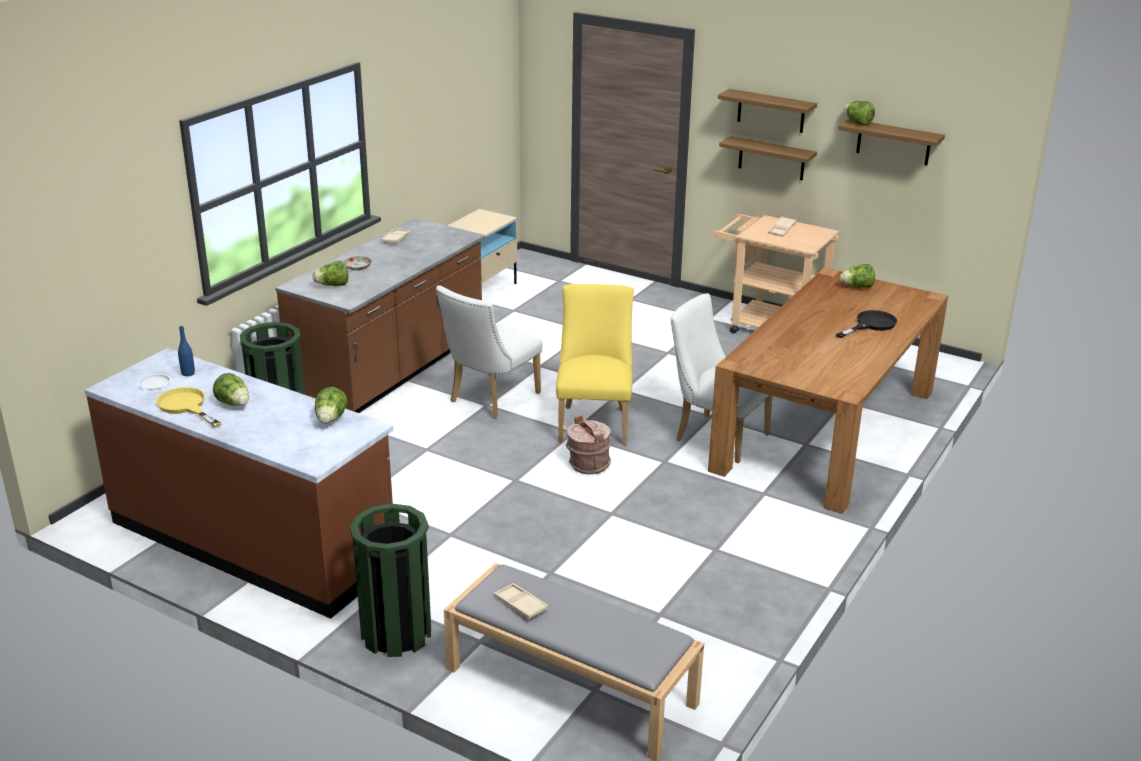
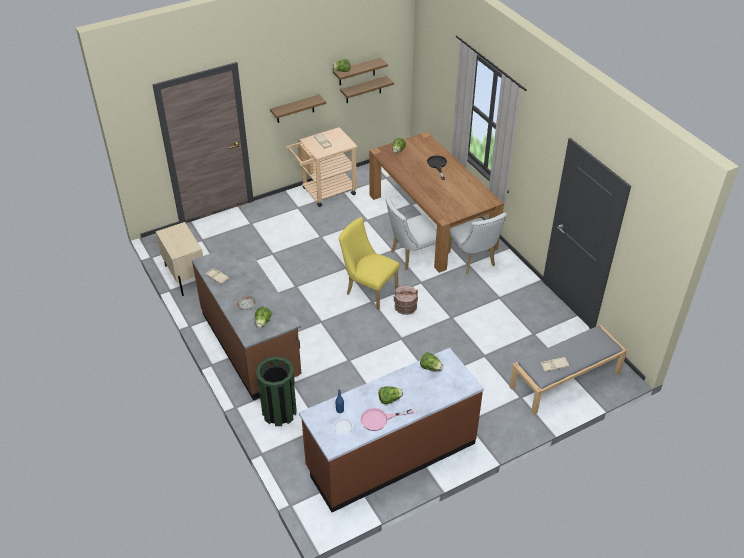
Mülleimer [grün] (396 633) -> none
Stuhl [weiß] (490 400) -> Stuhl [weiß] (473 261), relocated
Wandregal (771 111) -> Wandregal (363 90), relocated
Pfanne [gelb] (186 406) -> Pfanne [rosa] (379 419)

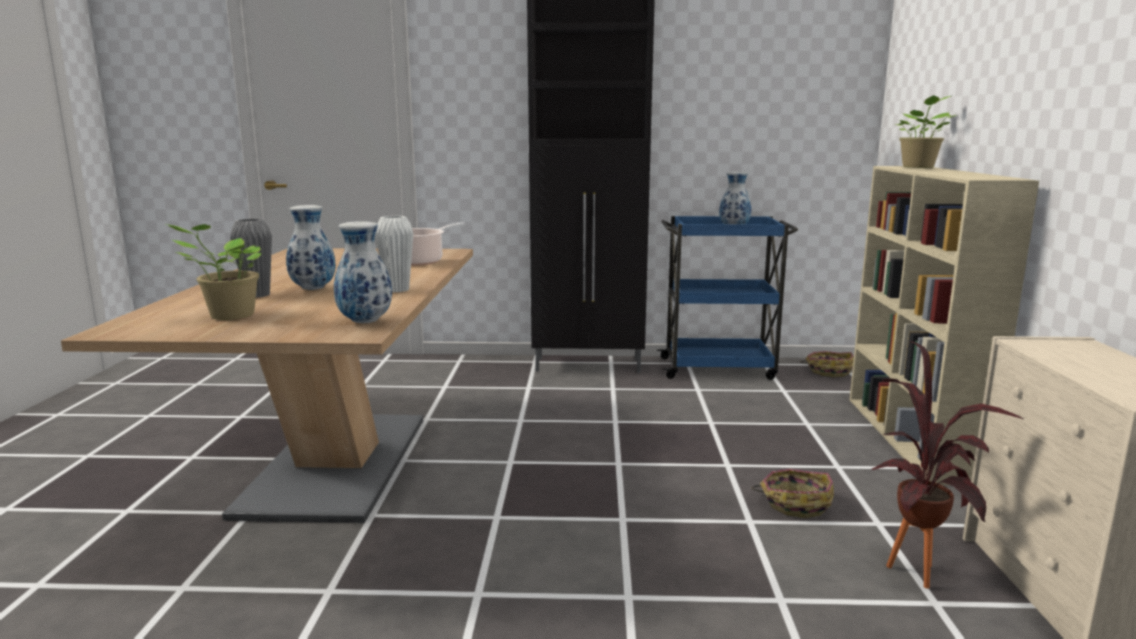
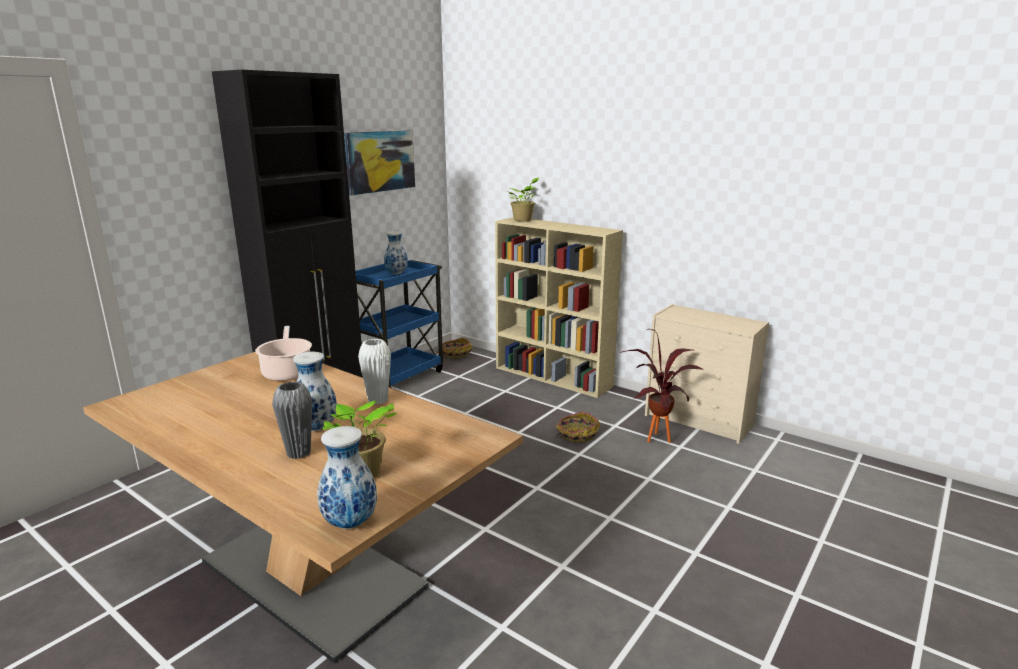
none -> Bild (380 161)
Vase (366 321) -> Vase (350 522), relocated

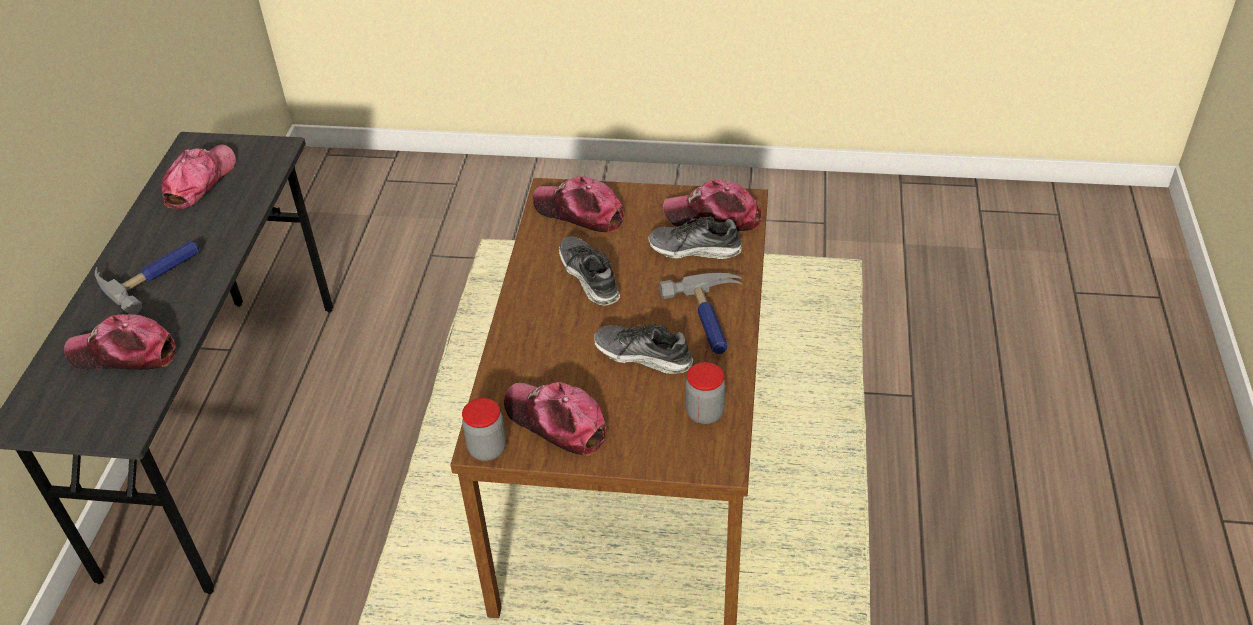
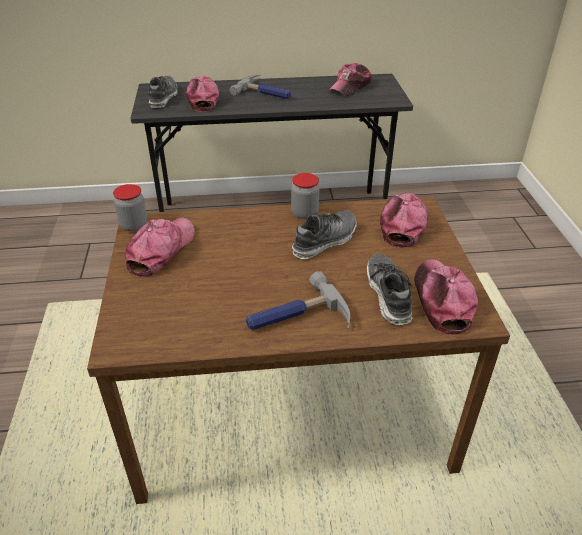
Schuh (643 356) -> Schuh (163 97), relocated
Vorratsglas (704 413) -> Vorratsglas (304 213), relocated
Kappe (200 181) -> Kappe (350 87), 120 degrees clockwise

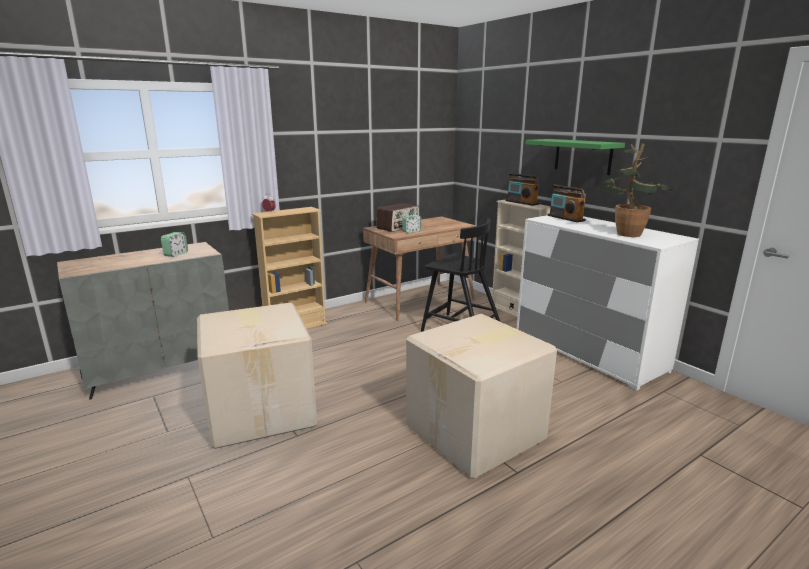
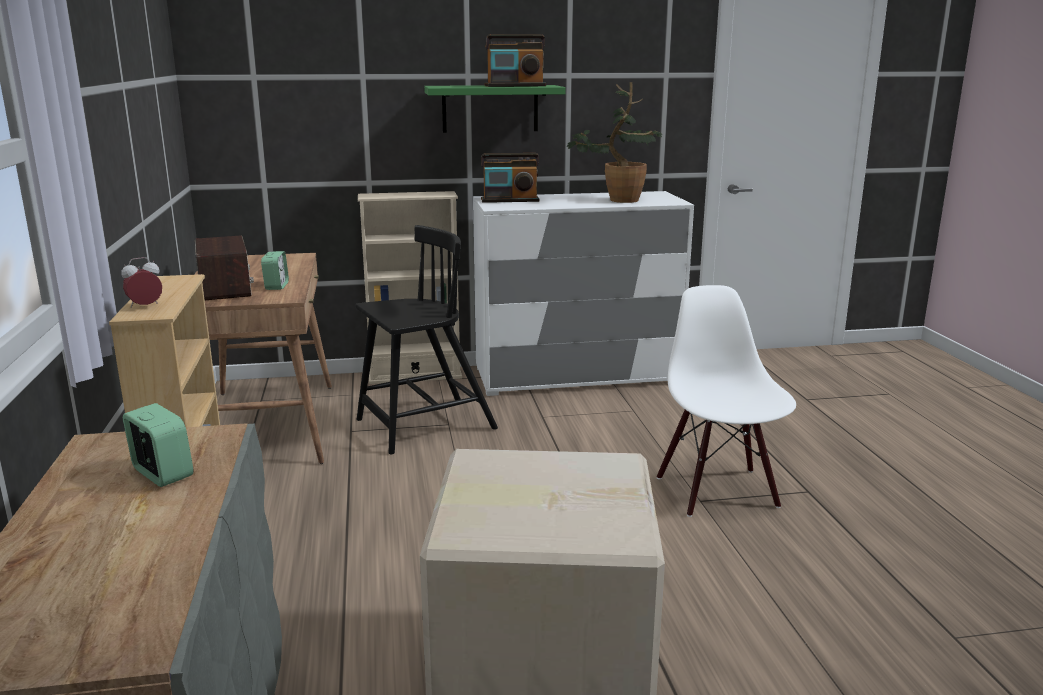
Radio (522 202) -> Radio (515 86), relocated
Karton (477 433) -> Stuhl [weiß] (718 491)

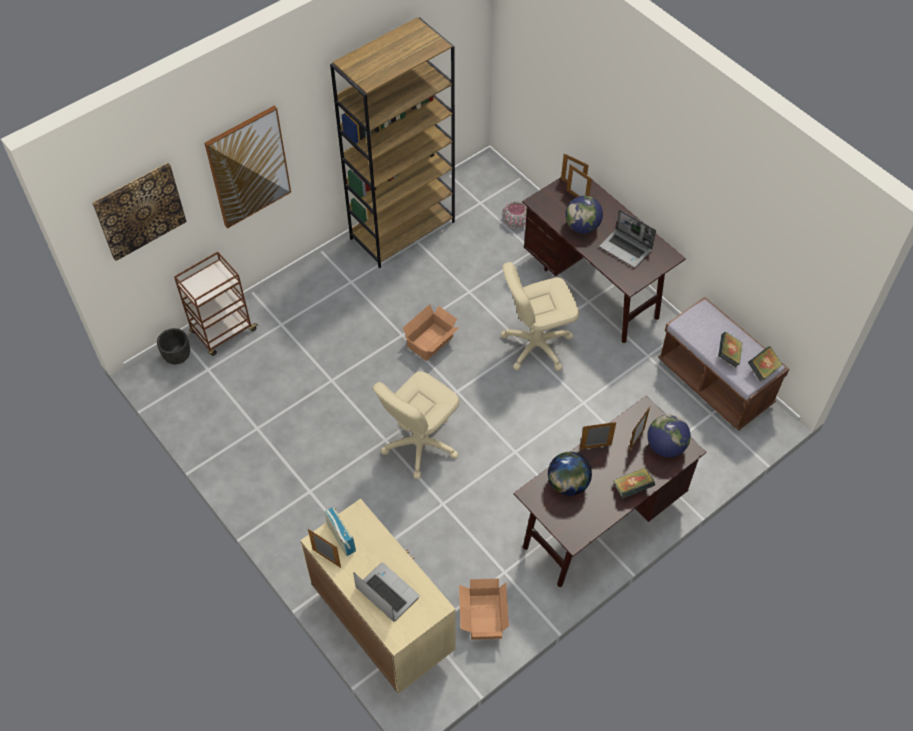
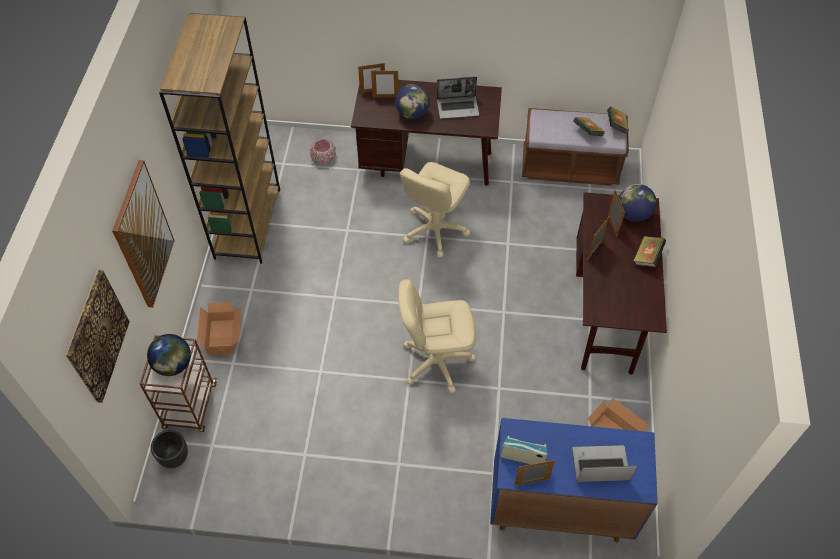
Karton (432 342) -> Karton (224 336), relocated
Globus (567 484) -> Globus (173 365), relocated
Schrank [beige] (382 625) -> Schrank [blau] (558 507)
Bürostuhl [beige] (420 444) -> Bürostuhl [beige] (436 361), 90 degrees clockwise

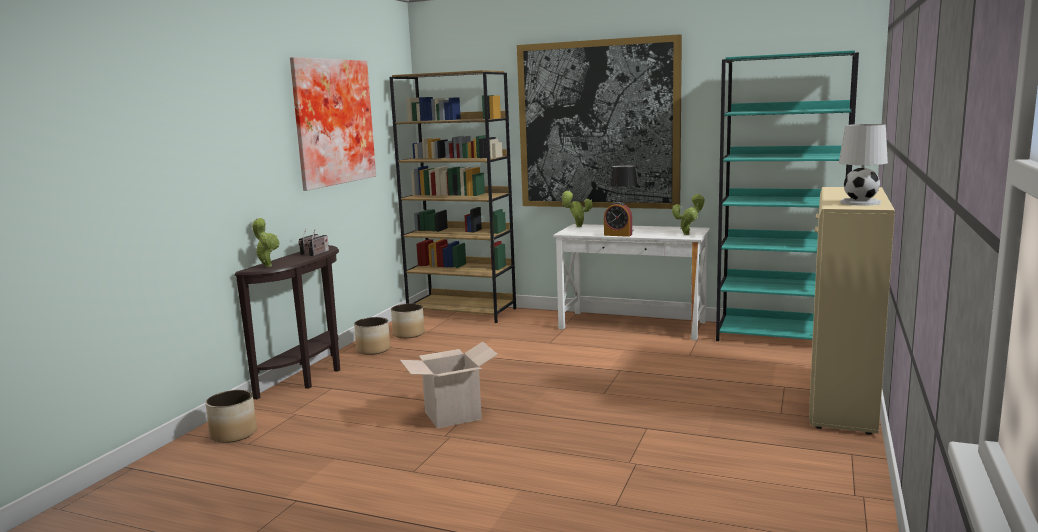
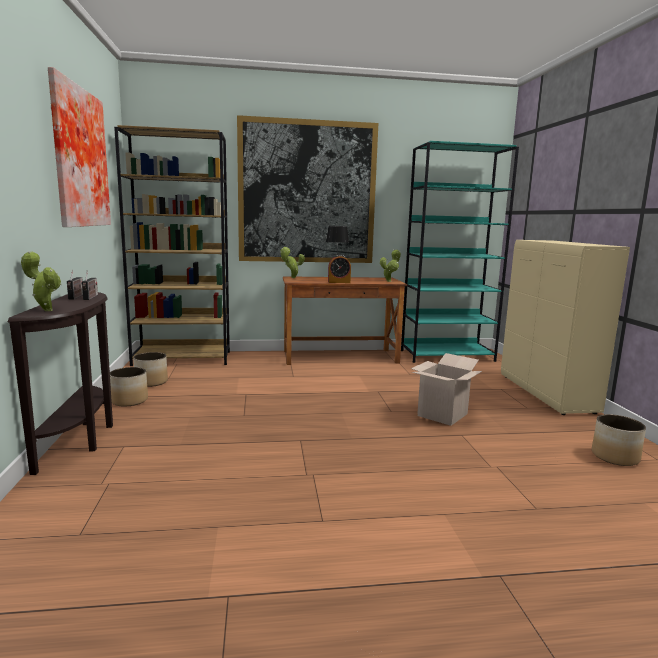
Tischlampe [weiß] (859 202) -> none
Pflanzkübel (234 434) -> Pflanzkübel (614 456), relocated
Karton (452 415) -> Karton (442 415), relocated
Schreibtisch [weiß] (632 325) -> Schreibtisch [braun] (340 357)

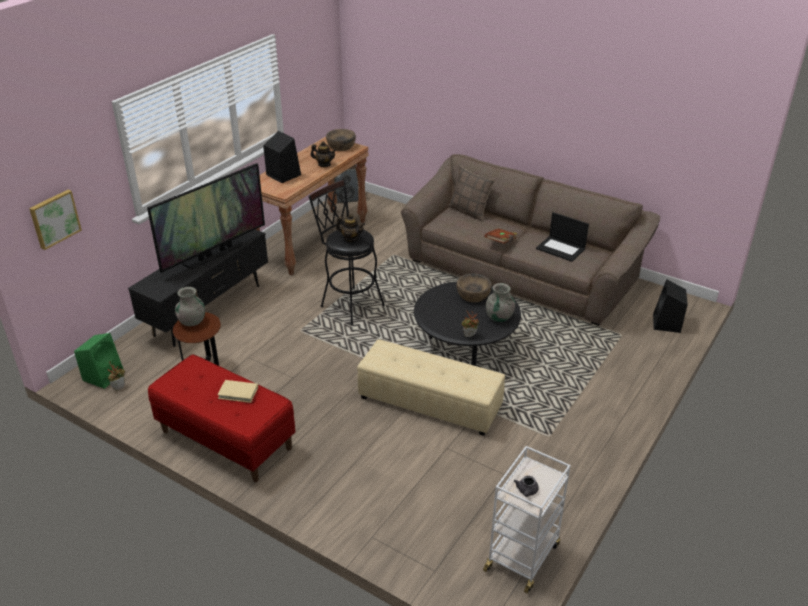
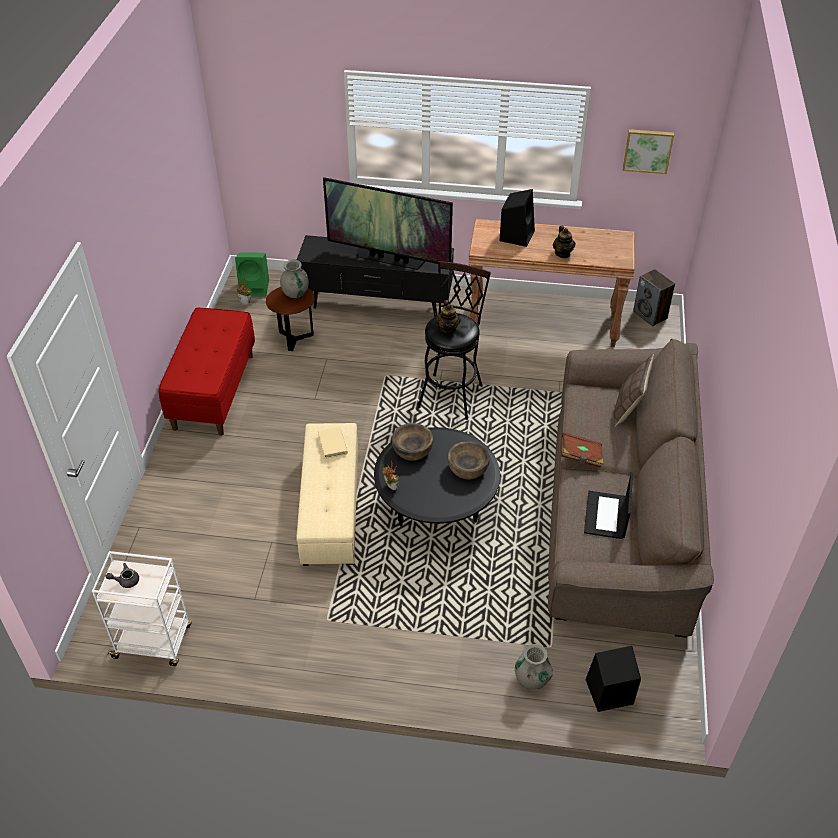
Bild (54 218) -> Bild (647 150), relocated
Buch [beige] (238 393) -> Buch [beige] (332 444), relocated
Schüssel [braun] (341 146) -> Schüssel [braun] (412 449), relocated
Vase [grau] (499 317) -> Vase [grau] (531 679), relocated

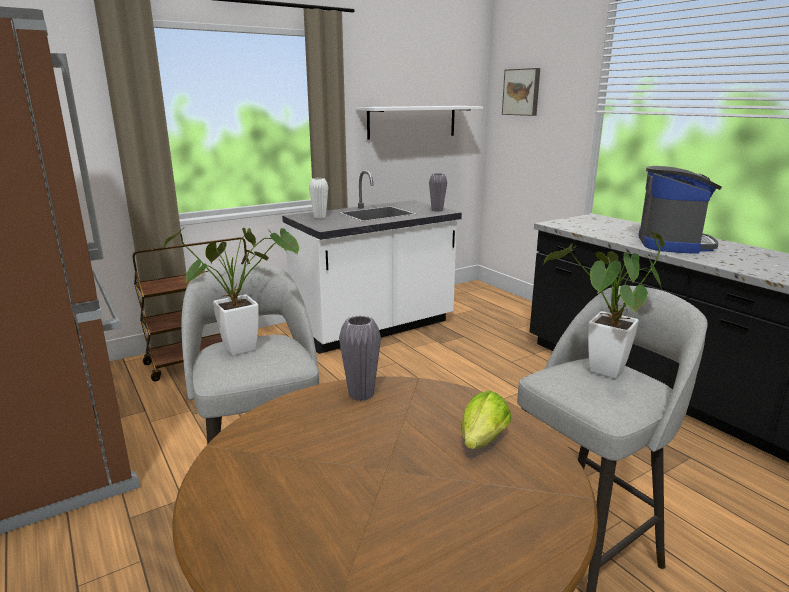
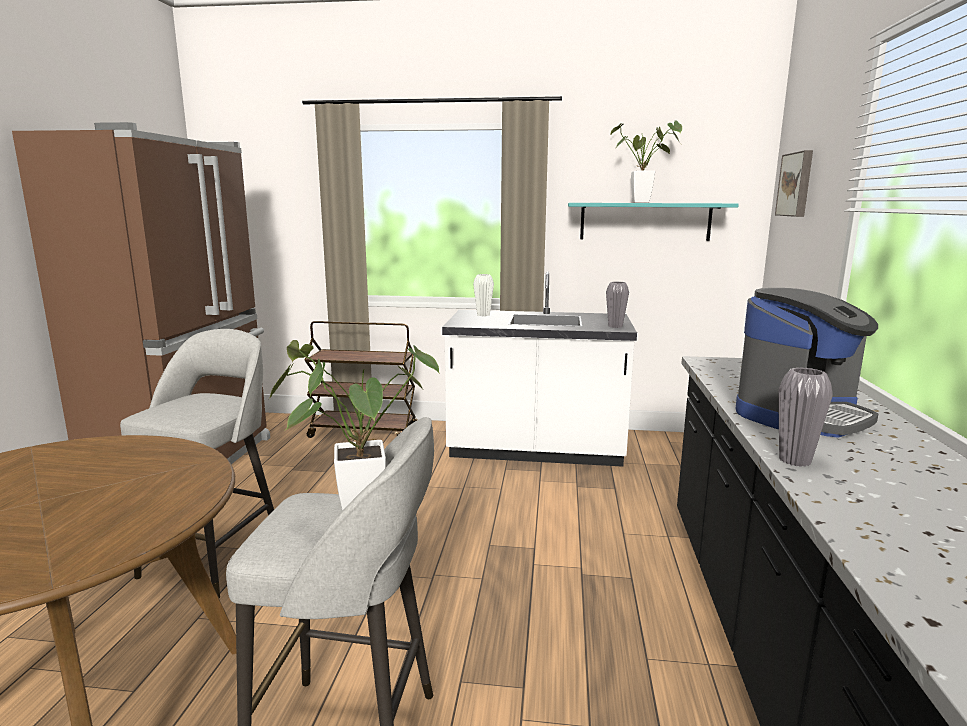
Salatkopf (481 443) -> none
Topfpflanze (248 347) -> Topfpflanze (645 202), relocated
Vase [grau] (361 394) -> Vase [grau] (795 460), relocated
Wandregal [weiß] (412 122) -> Wandregal [türkis] (645 221)

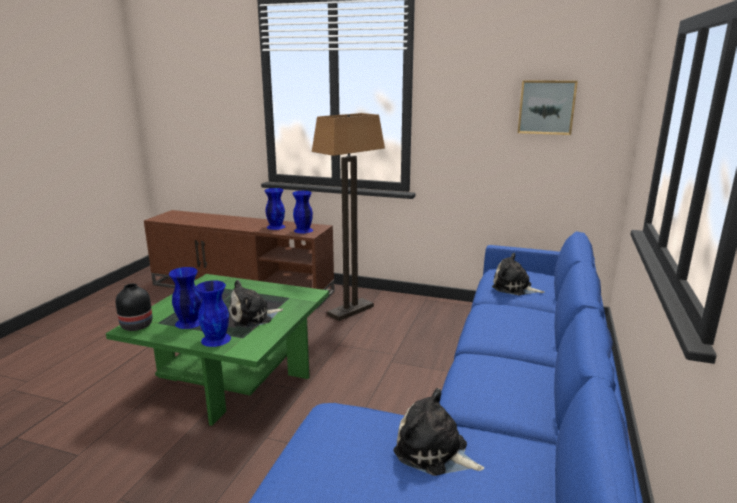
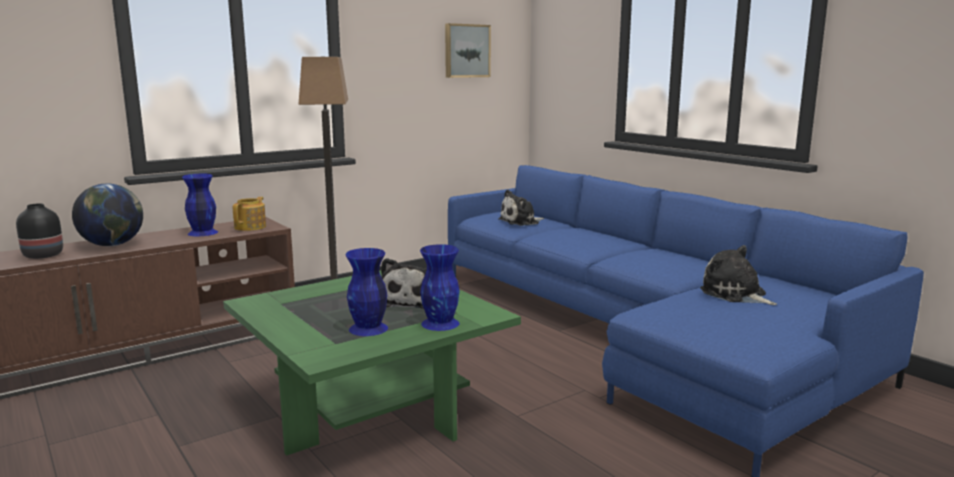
none -> Globus (112 245)
Vase [schwarz] (136 326) -> Vase [schwarz] (44 255), relocated
Vase [blau] (303 230) -> Teekanne (251 227)
Plüschtier (434 452) -> Plüschtier (735 294), 75 degrees clockwise

